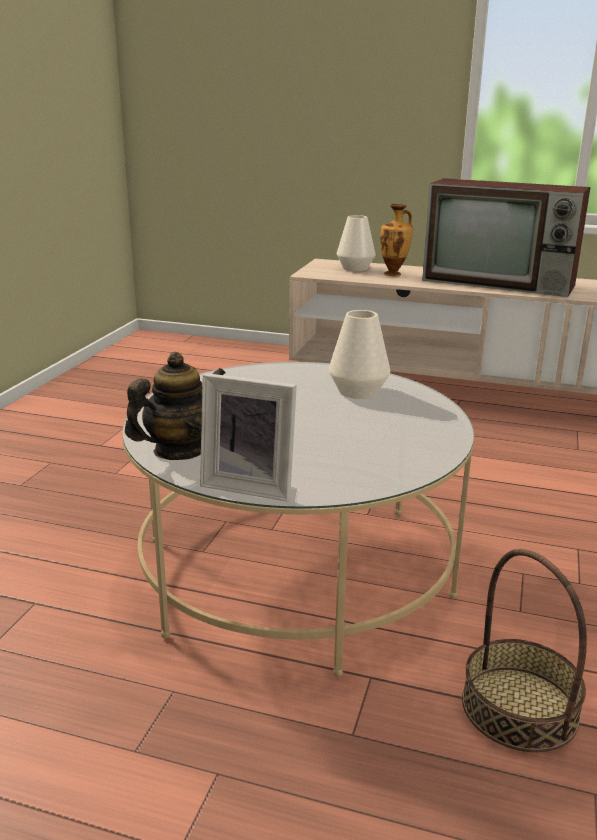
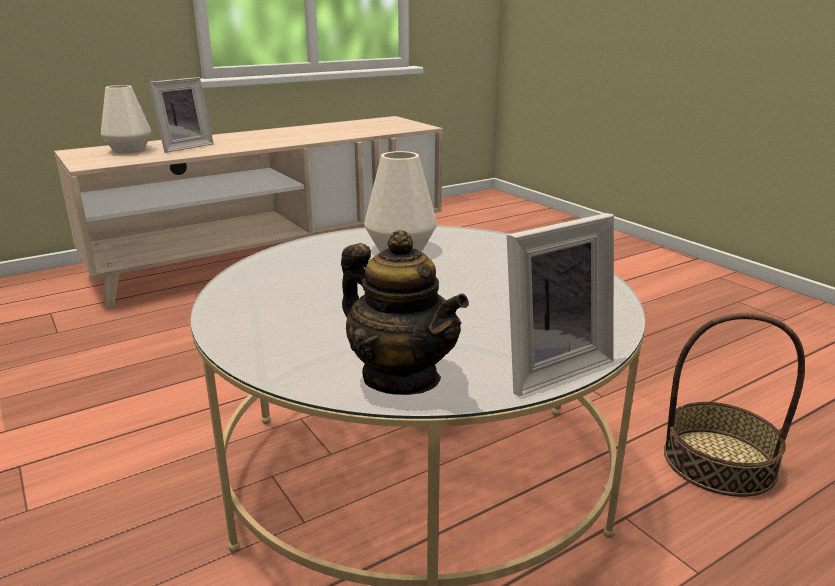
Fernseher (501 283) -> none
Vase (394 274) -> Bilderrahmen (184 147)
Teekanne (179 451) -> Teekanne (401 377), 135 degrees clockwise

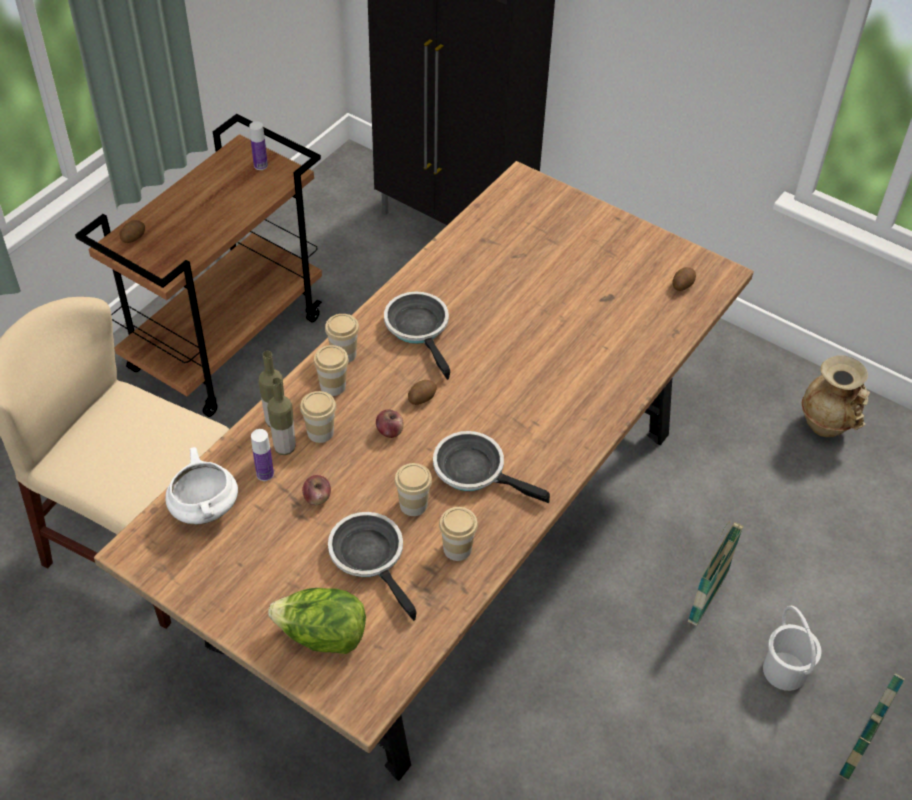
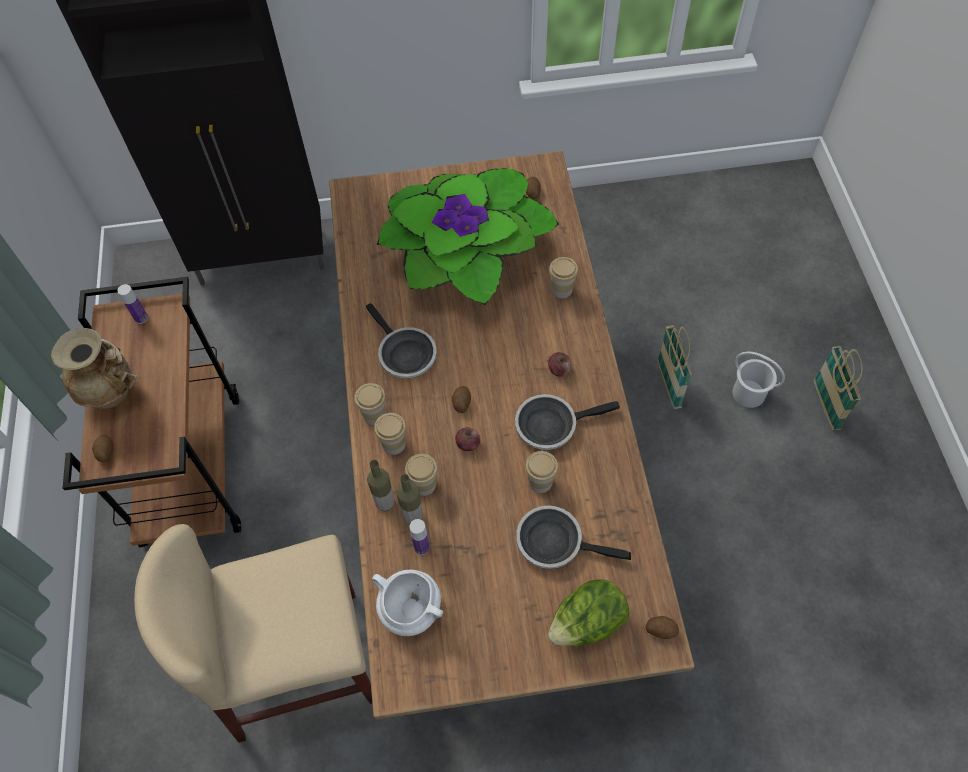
none -> Topfpflanze (466 257)
none -> Kartoffel (661 629)
Apfel (317 498) -> Apfel (559 369), relocated
Tasse (457 549) -> Tasse (561 289), relocated
Vase [beige] (827 424) -> Vase [beige] (112 392), relocated
Pfanne (419 329) -> Pfanne (404 354), 150 degrees counterclockwise

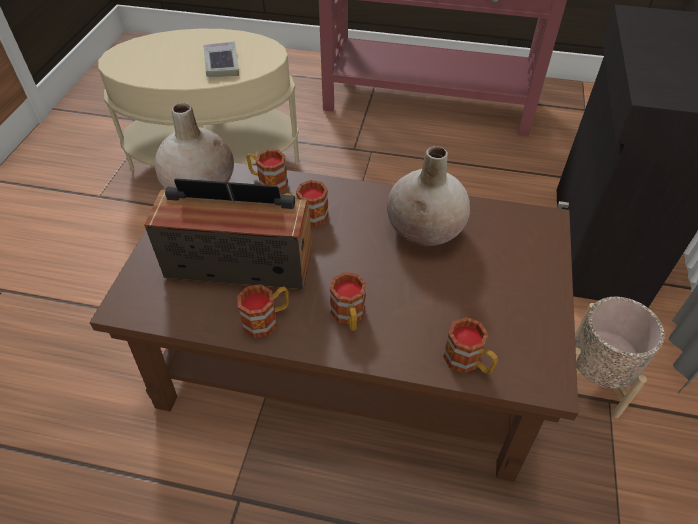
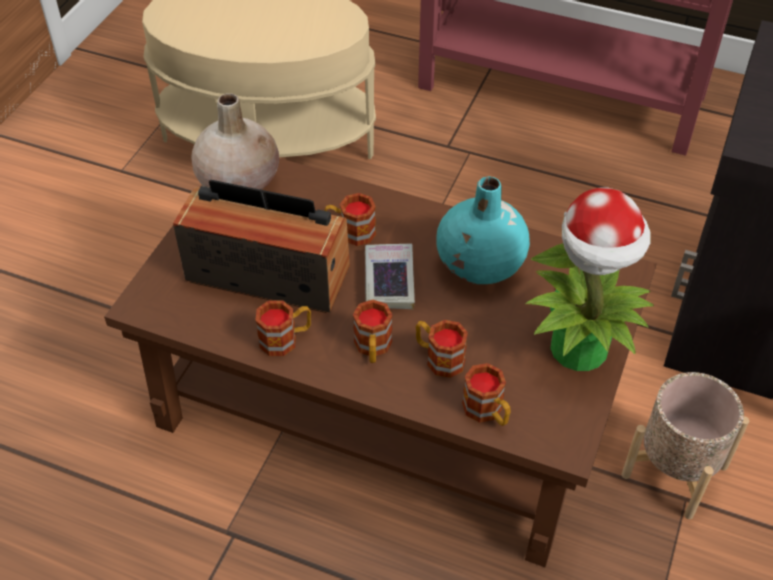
none -> Topfpflanze (580 350)
Buch (221 64) -> Buch (389 280), relocated
Henkelbecher (268 182) -> Henkelbecher (439 358), relocated
Vase [beige] (425 230) -> Vase [türkis] (481 265)

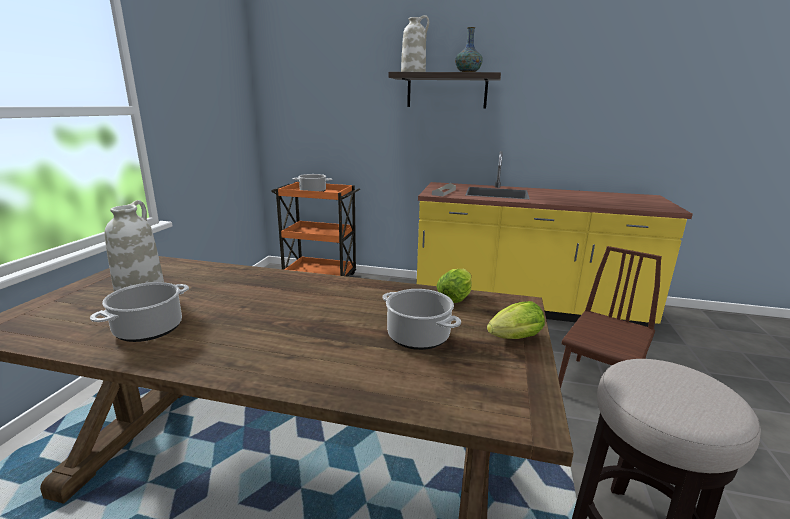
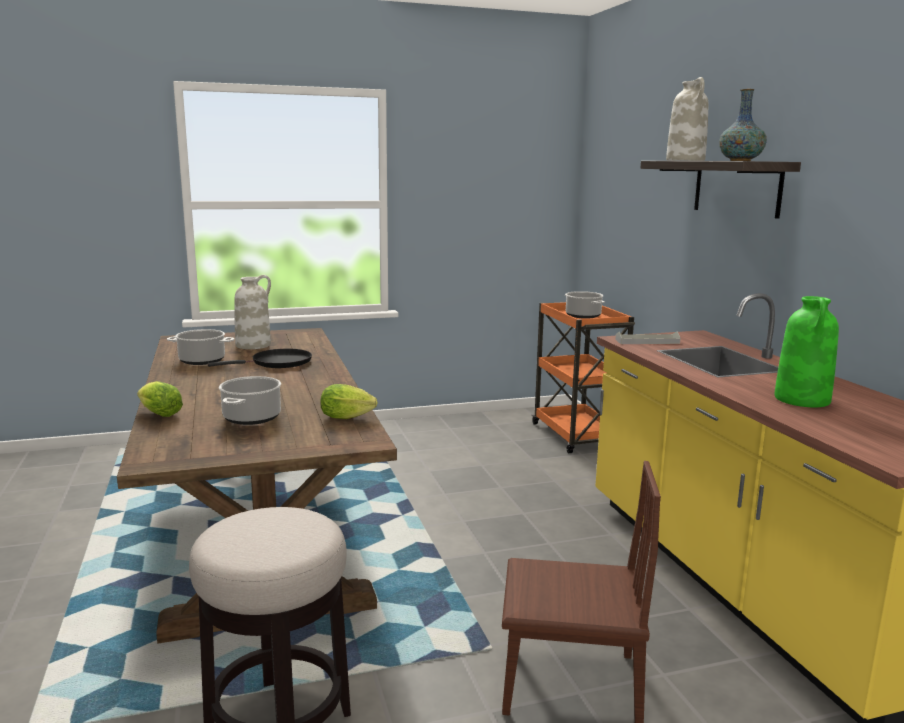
none -> Pfanne [schwarz] (277 363)
none -> Vase [grün] (803 400)
Salatkopf (512 339) -> Salatkopf (158 414), relocated

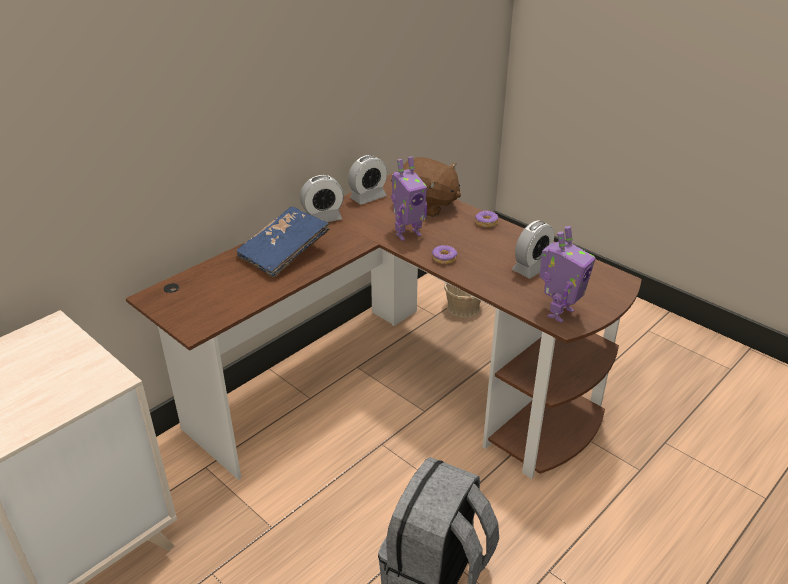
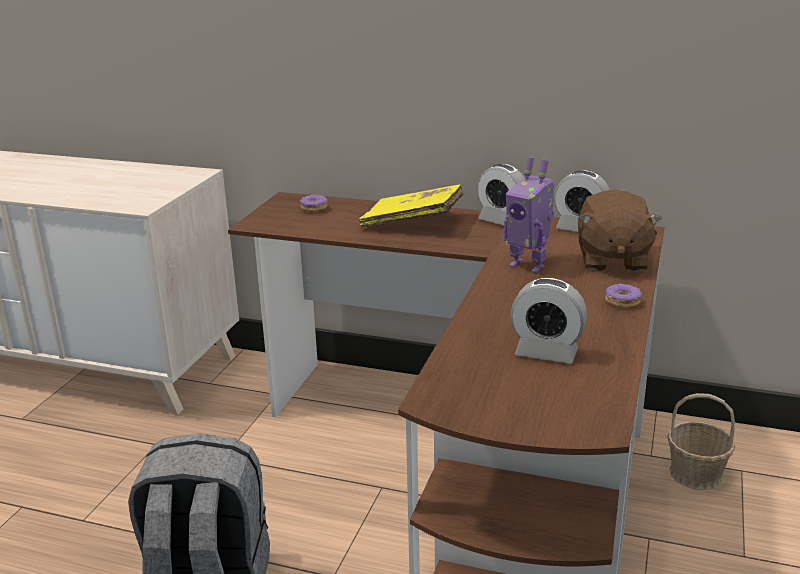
Spielzeugroboter (559 312) -> none
Donut (444 259) -> Donut (314 208), relocated
Buch [blau] (284 253) -> Buch [gelb] (413 223)

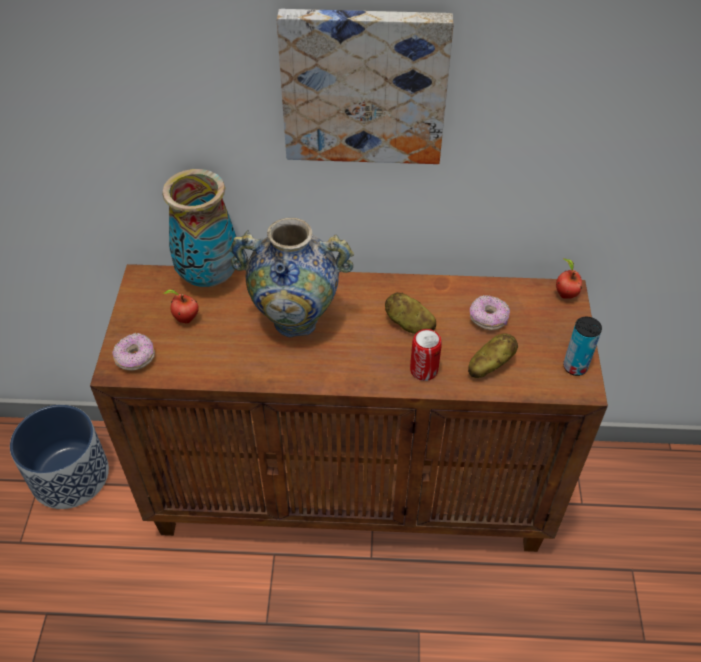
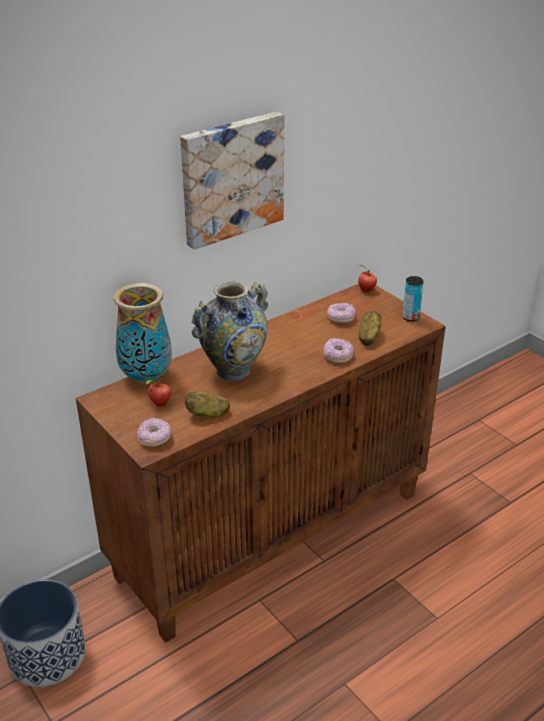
Kartoffel (409 324) -> Kartoffel (207 415), relocated
Dose (424 370) -> Donut (337 356)

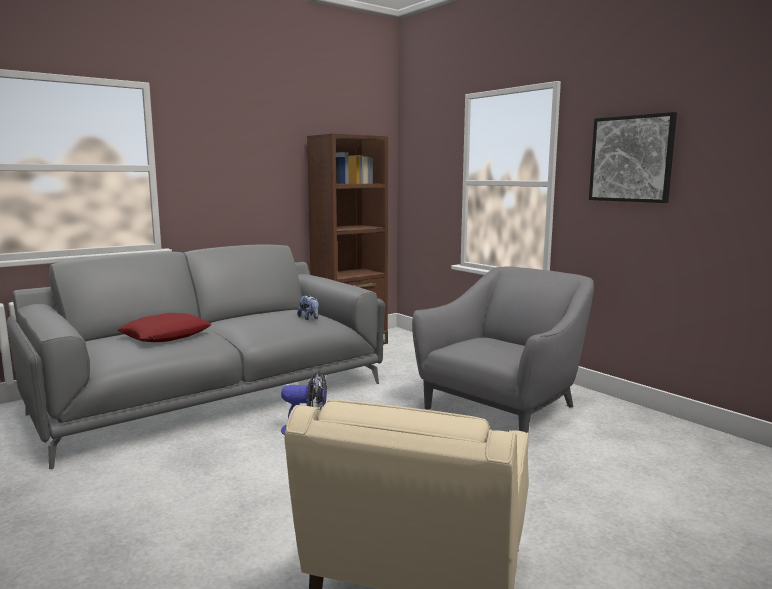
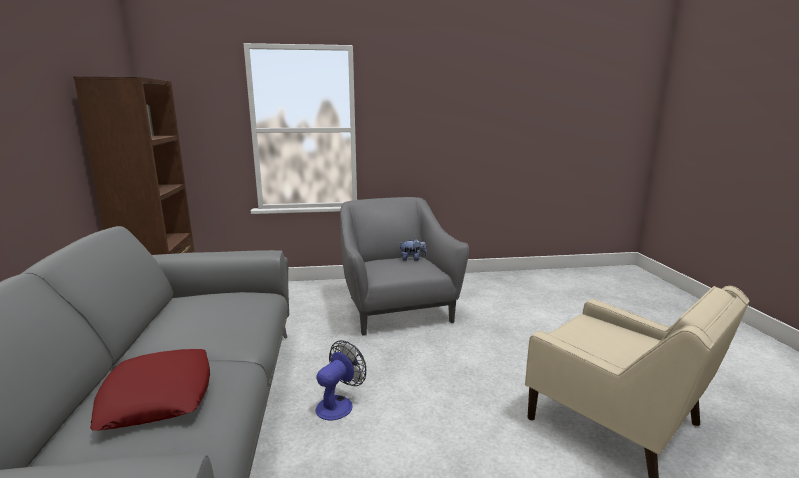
Bild (631 159) -> none
Plüschtier (309 318) -> Plüschtier (412 259), relocated

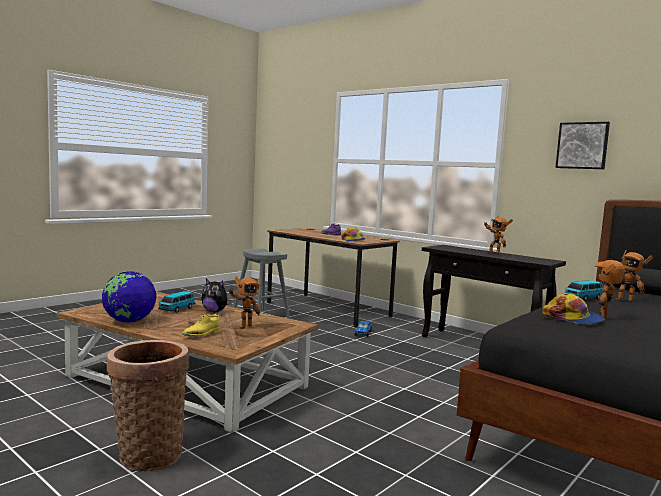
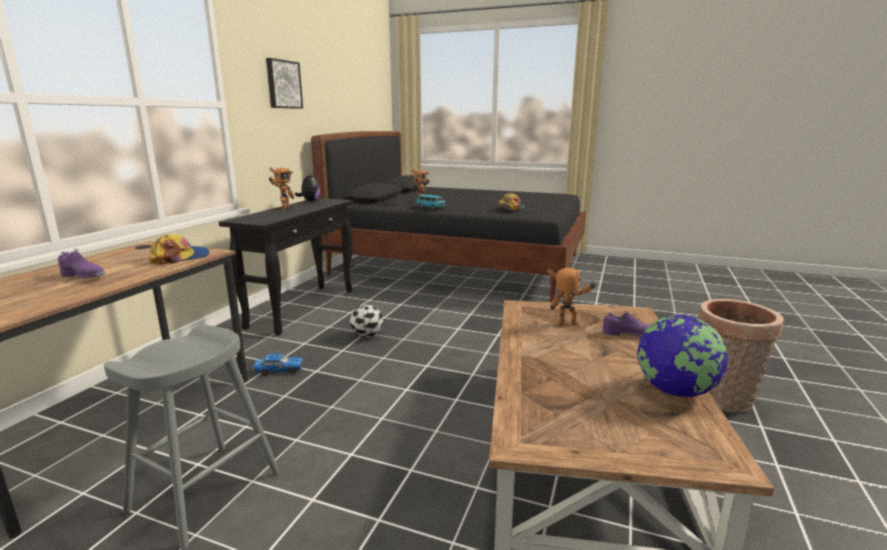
Spielzeugauto (177 309) -> none
Spielzeugroboter (606 316) -> none
none -> Fußball (367 335)
Plüschtier (215 311) -> Plüschtier (310 201), relocated
Schuh [gelb] (202 335) -> Schuh [lila] (630 334)

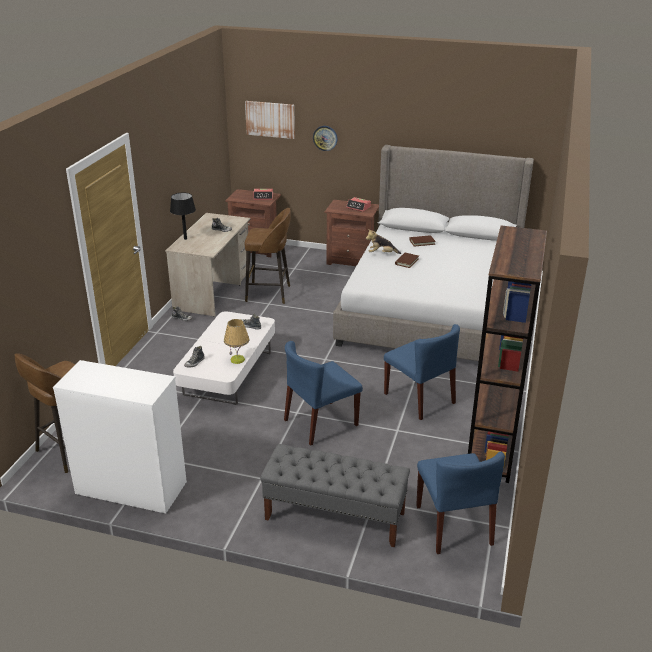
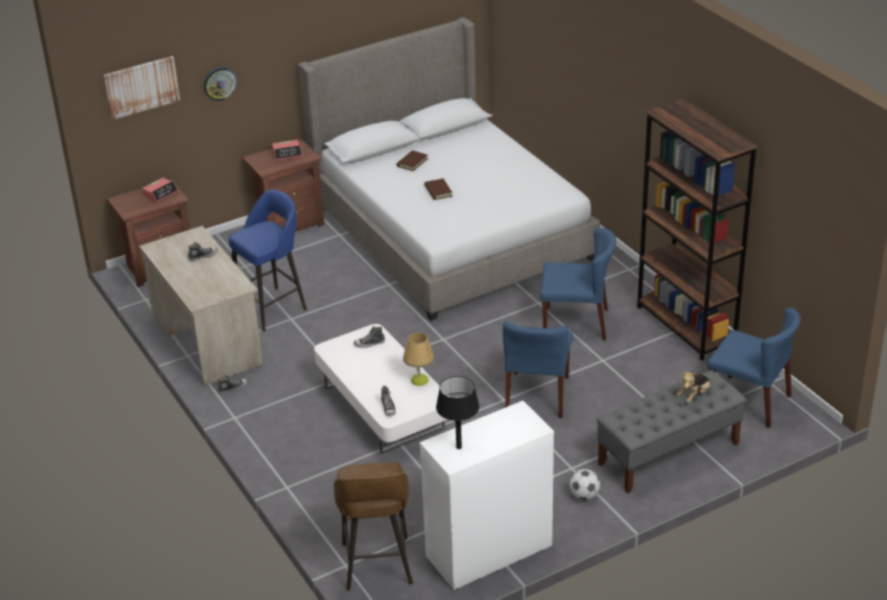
none -> Fußball (584 496)
Tischlampe [schwarz] (185 239) -> Tischlampe [schwarz] (459 447), relocated
Plüschtier (381 254) -> Plüschtier (694 395), relocated
Hocker [braun] (269 294) -> Hocker [blau] (272 308)

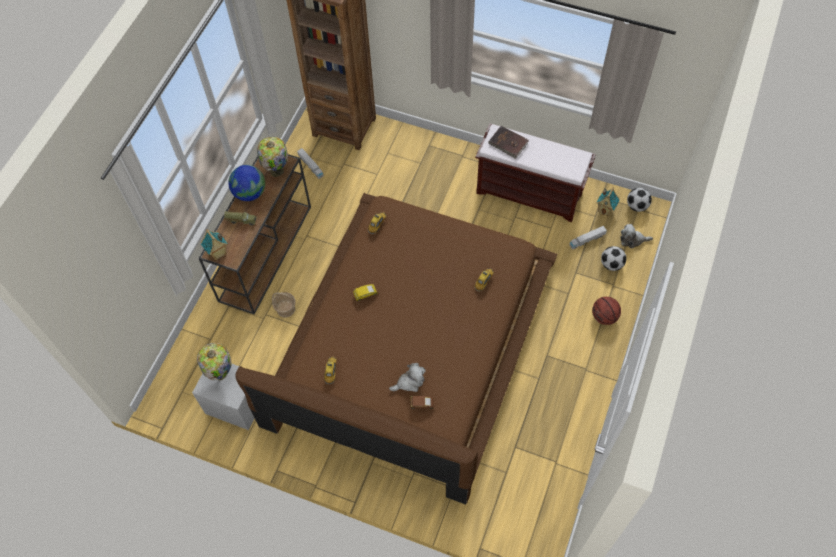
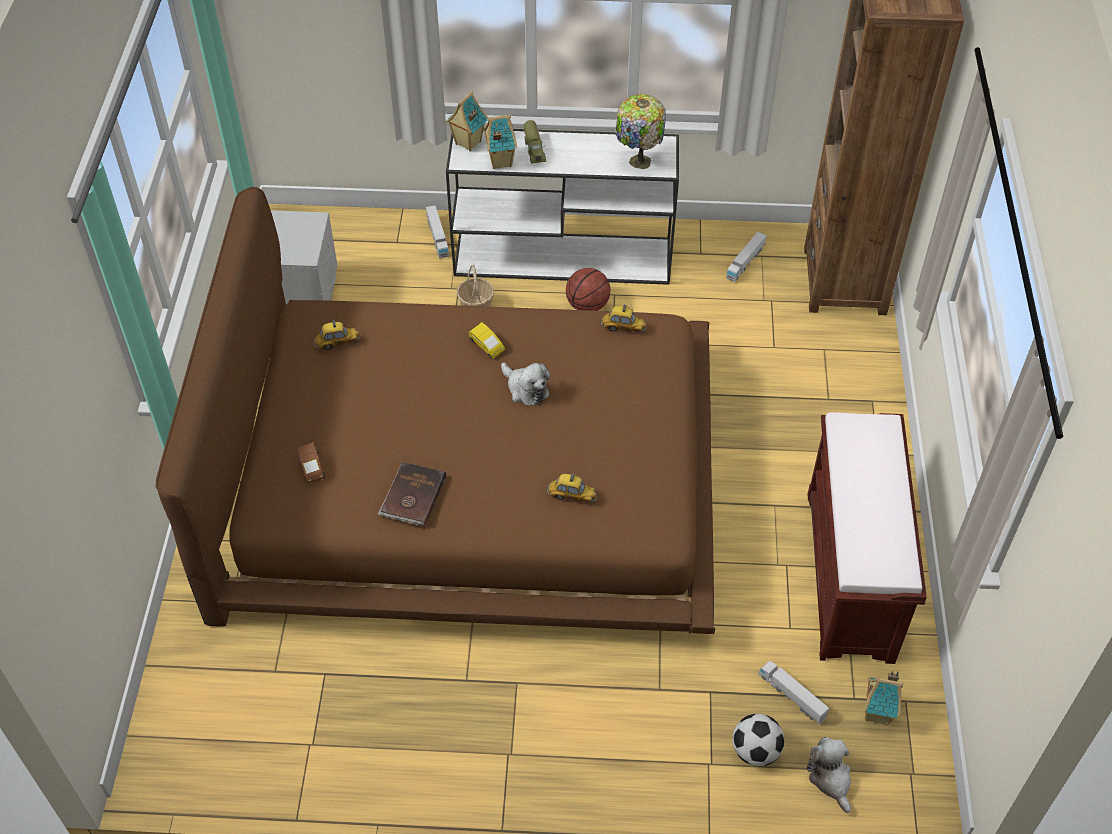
Tischlampe (221 374) -> none
Globus (250 193) -> none
Fußball (637 206) -> none
none -> Spielzeuglaster (437 237)
none -> Spielzeughaus (500 161)
Plüschtier (409 382) -> Plüschtier (526 389), relocated
Buch [braun] (508 143) -> Buch [braun] (412 496), relocated
Basketball (604 317) -> Basketball (587 305), relocated
Konsolentisch [braun] (266 252) -> Konsolentisch [weiß] (565 257)

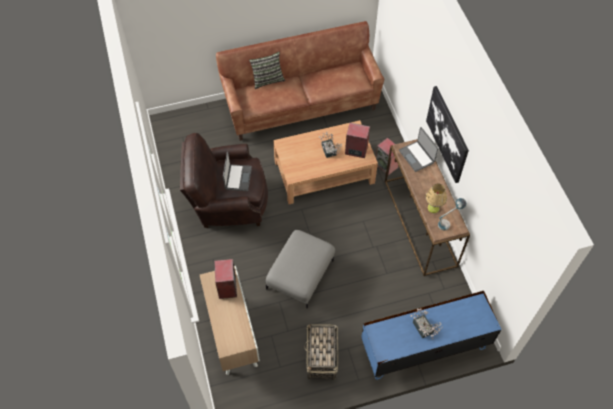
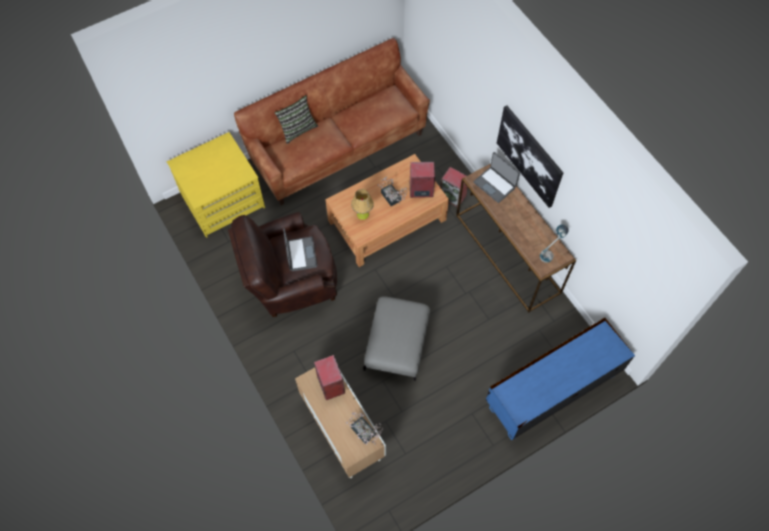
Korb (321 358) -> none
none -> Kommode [gelb] (223 202)
Topfpflanze (424 330) -> Topfpflanze (365 433), relocated
Tischlampe (433 208) -> Tischlampe (362 214), relocated

